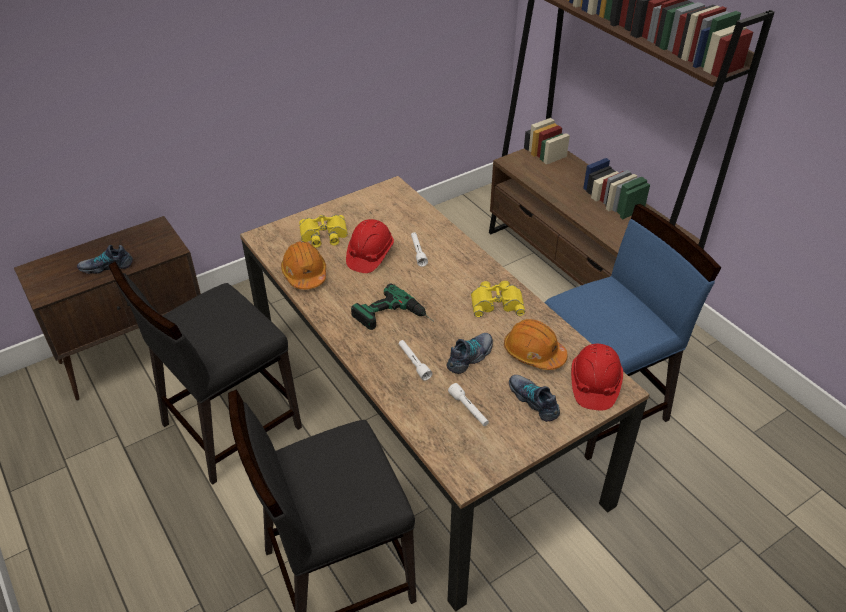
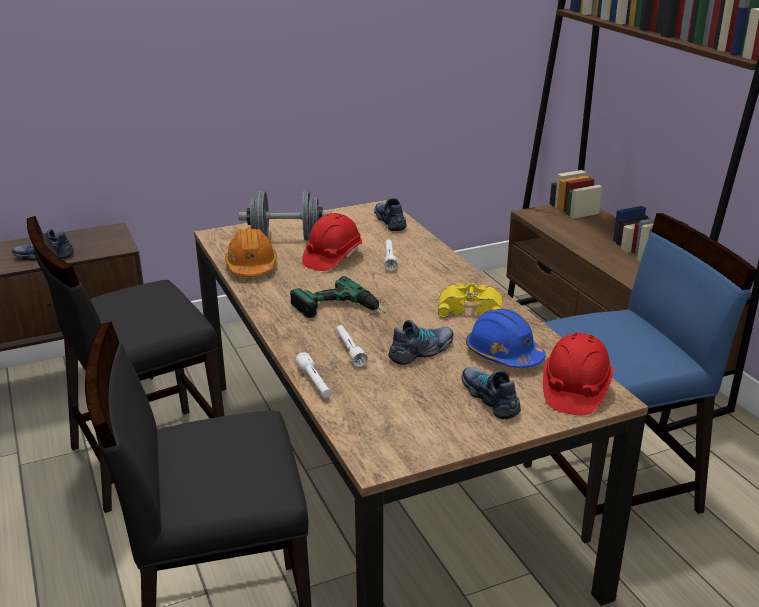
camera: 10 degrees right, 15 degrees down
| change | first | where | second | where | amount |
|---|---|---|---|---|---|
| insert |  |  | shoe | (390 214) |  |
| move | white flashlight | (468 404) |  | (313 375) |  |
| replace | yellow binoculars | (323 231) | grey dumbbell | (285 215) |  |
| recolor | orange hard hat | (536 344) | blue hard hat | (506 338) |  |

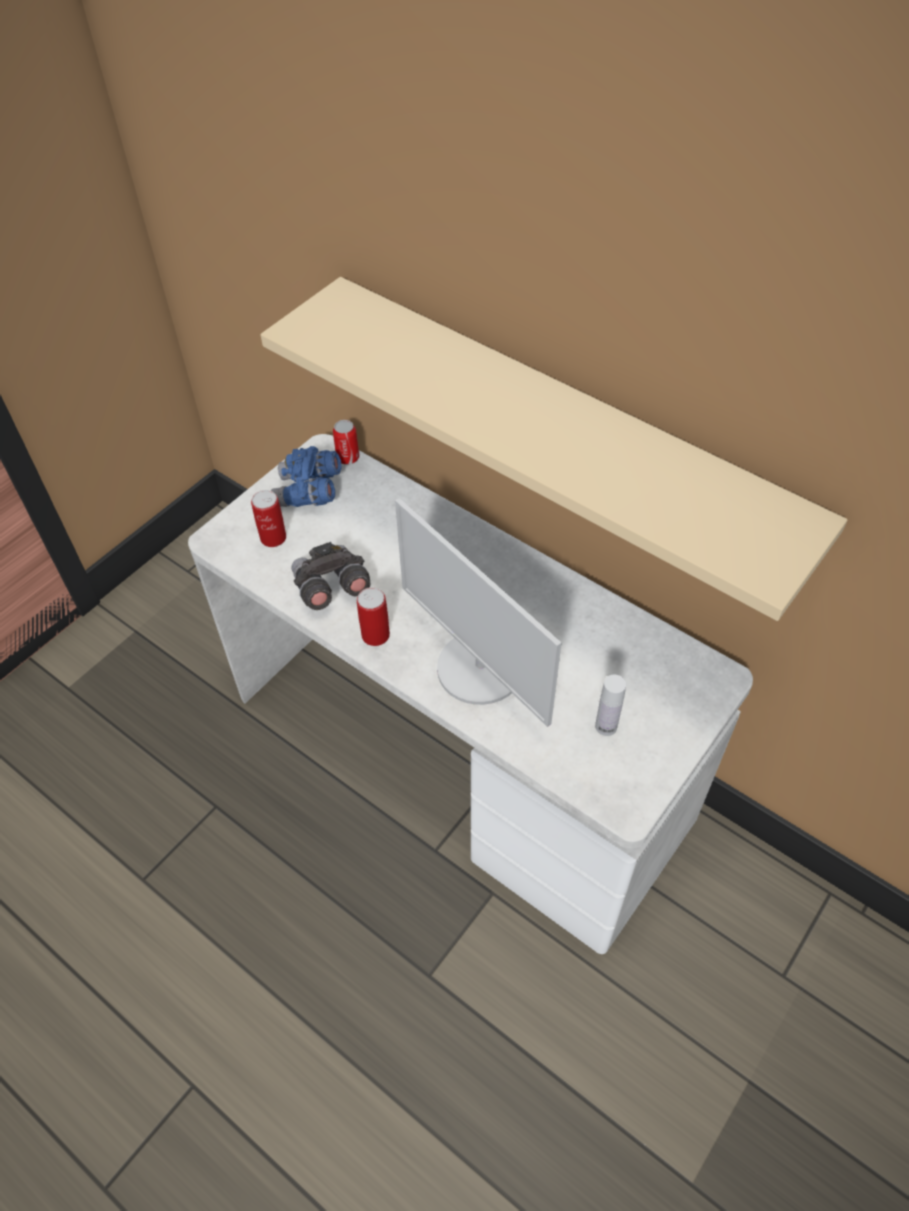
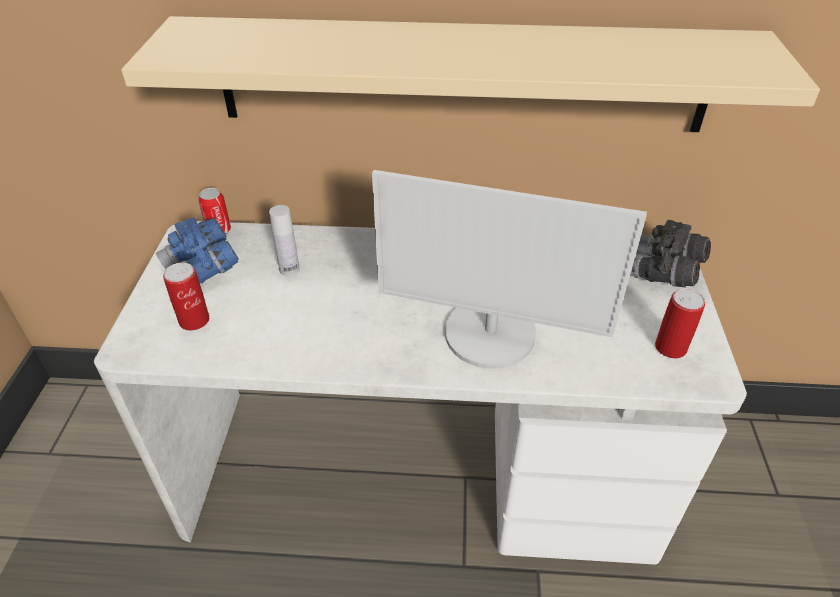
camera: 35 degrees left, 10 degrees down
| change | first | where | second | where | amount |
|---|---|---|---|---|---|
| move | grey binoculars | (331 576) |  | (670 253) |  |
| move | can | (373 616) |  | (680 323) |  |
| move | white bottle | (610 705) |  | (284 240) |  |

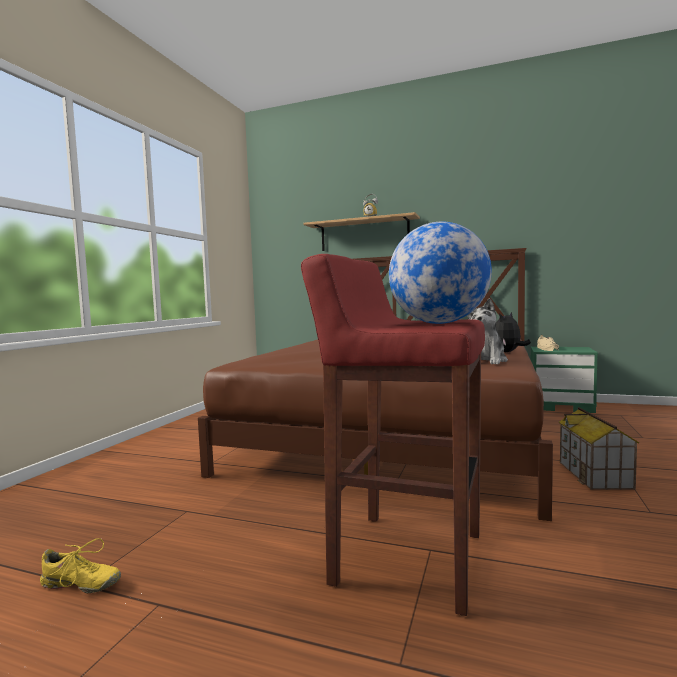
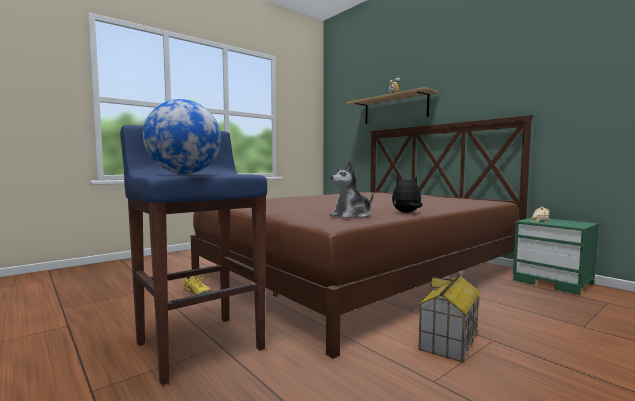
camera: 30 degrees right, 0 degrees up
| change | first | where | second | where | amount |
|---|---|---|---|---|---|
| move | yellow shoe | (80 565) |  | (195 284) |  |
| recolor | red stool | (393 435) | blue stool | (193 255) |  |

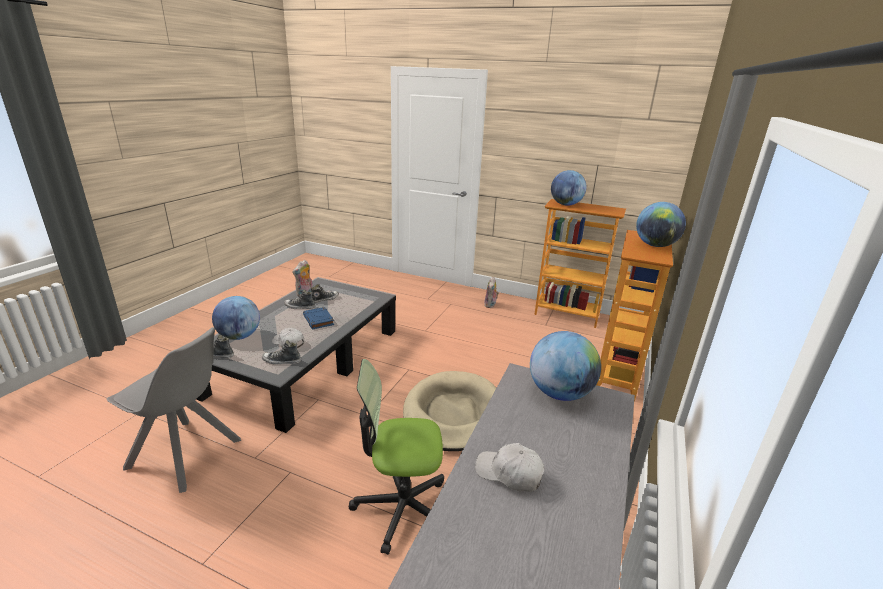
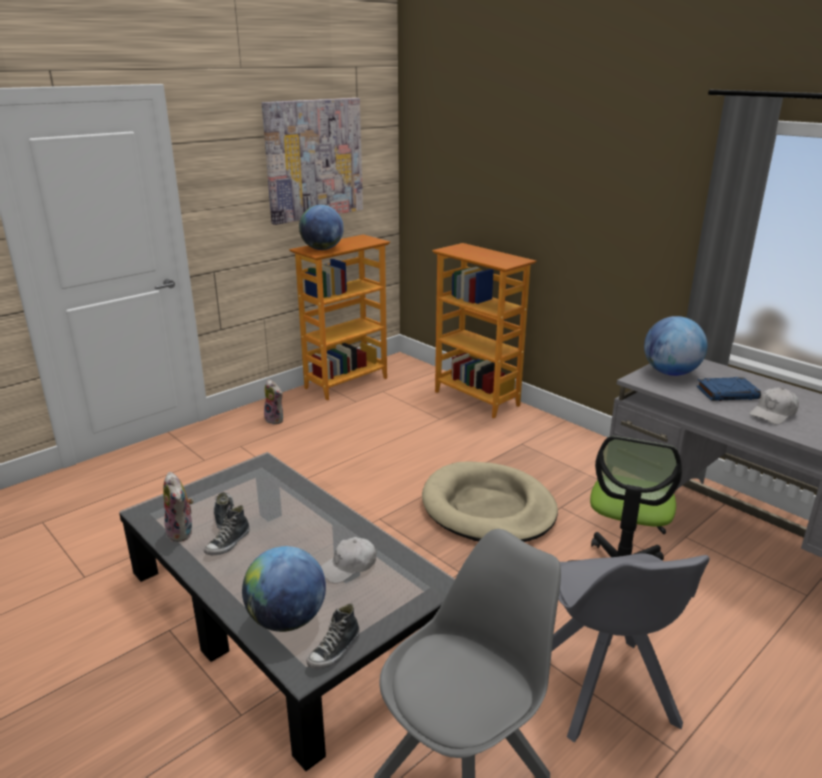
camera: 65 degrees left, 0 degrees up
| change | first | where | second | where | amount |
|---|---|---|---|---|---|
| delete | shoe | (281 352) |  |  |  |
| delete | globe | (661 224) |  |  |  |
| insert |  |  | picture | (312 161) |  |
| insert |  |  | grey chair | (630 648) |  |
| move | blue book | (318 318) |  | (728 389) |  |

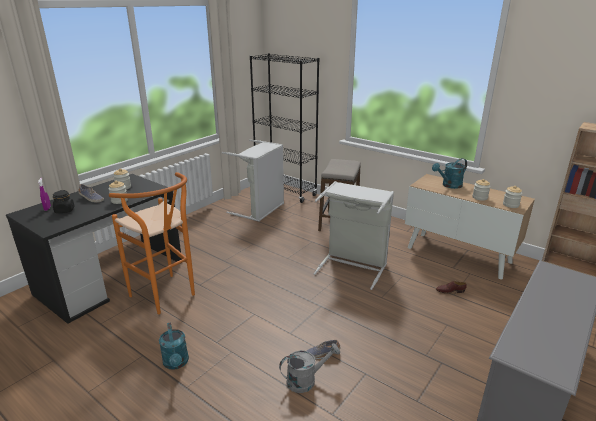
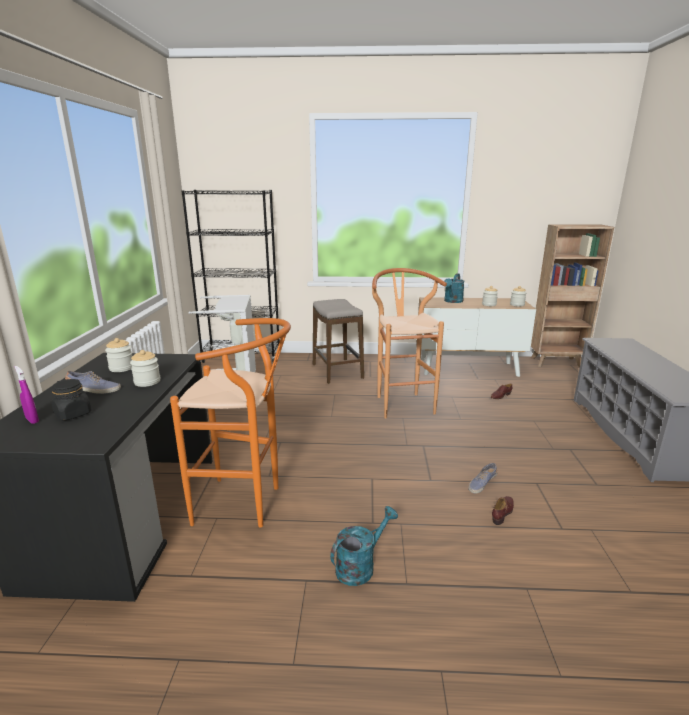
camera: 35 degrees left, 5 degrees down
| change | first | where | second | where | amount |
|---|---|---|---|---|---|
| replace | grey watering can | (309 368) | brown shoe | (503 510) |  |
| replace | grey laundry basket | (354 235) | brown stool | (409 343) |  |
| rotate | turquoise watering can | (174 346) |  | (364 546) | 75 degrees counterclockwise |

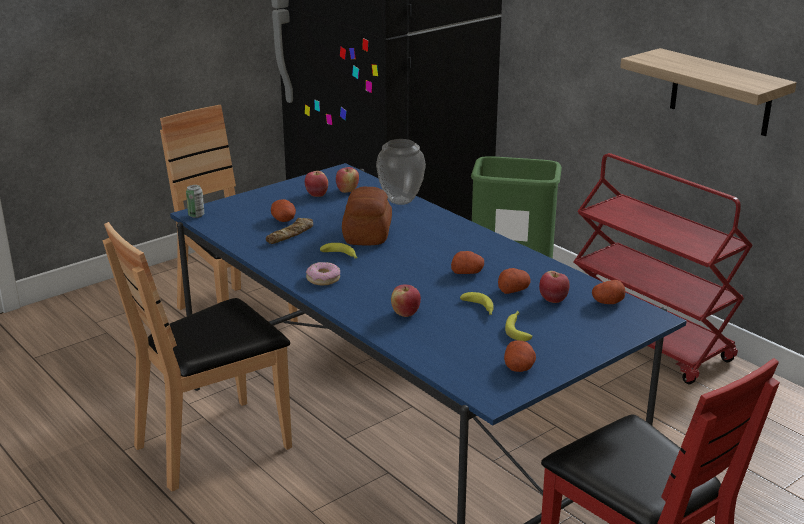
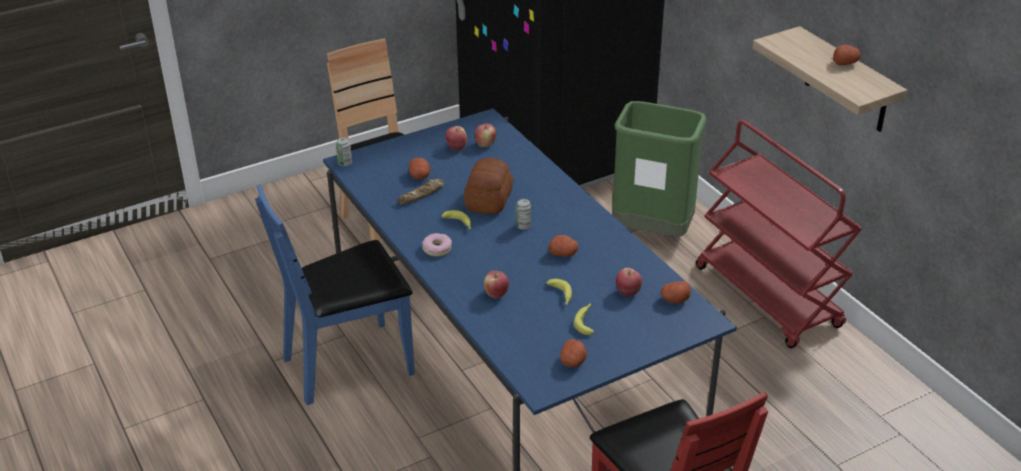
camera: 10 degrees right, 10 degrees up
| change | first | where | second | where | amount |
|---|---|---|---|---|---|
| delete | vase | (401 172) |  |  |  |
| insert |  |  | can | (523 214) |  |
| move | potato | (514 281) |  | (847 55) |  |
| recolor | brown chair | (197 356) | blue chair | (335 294) |  |

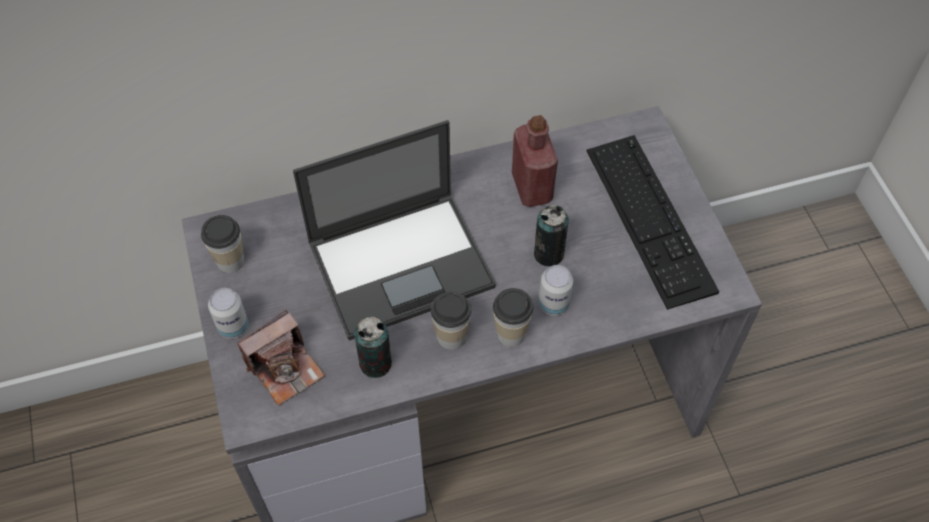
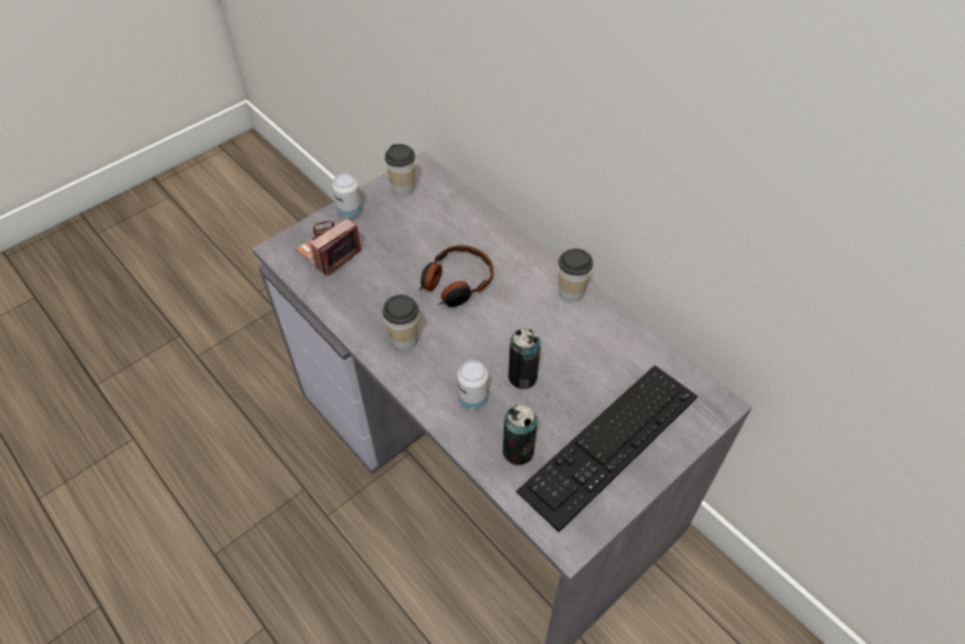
camera: 65 degrees right, 5 degrees down
| change | first | where | second | where | amount |
|---|---|---|---|---|---|
| delete | red bottle | (535 161) |  |  |  |
| move | can | (373 347) |  | (519 434) |  |
| move | cup | (513 317) |  | (575 275) |  |
| replace | laptop | (394 230) | headphones | (456 276) |  |
| rotate | photo camera | (281 358) |  | (328 247) | 105 degrees clockwise |

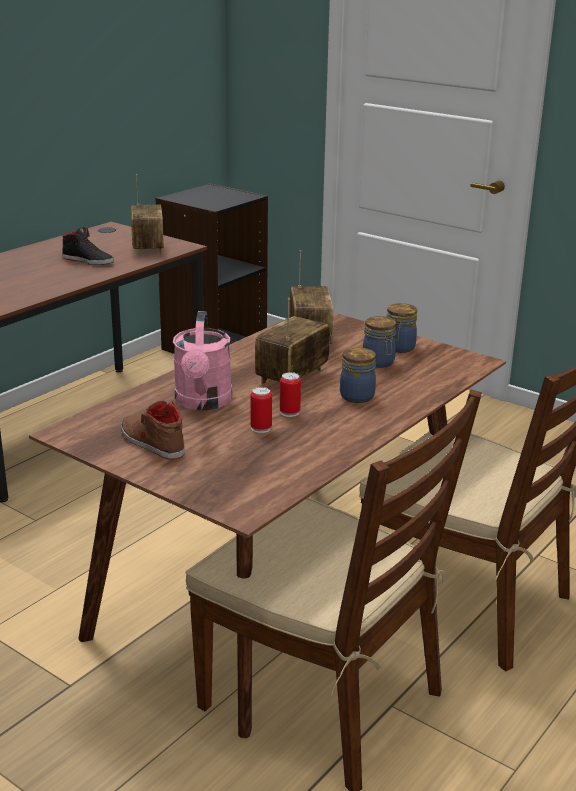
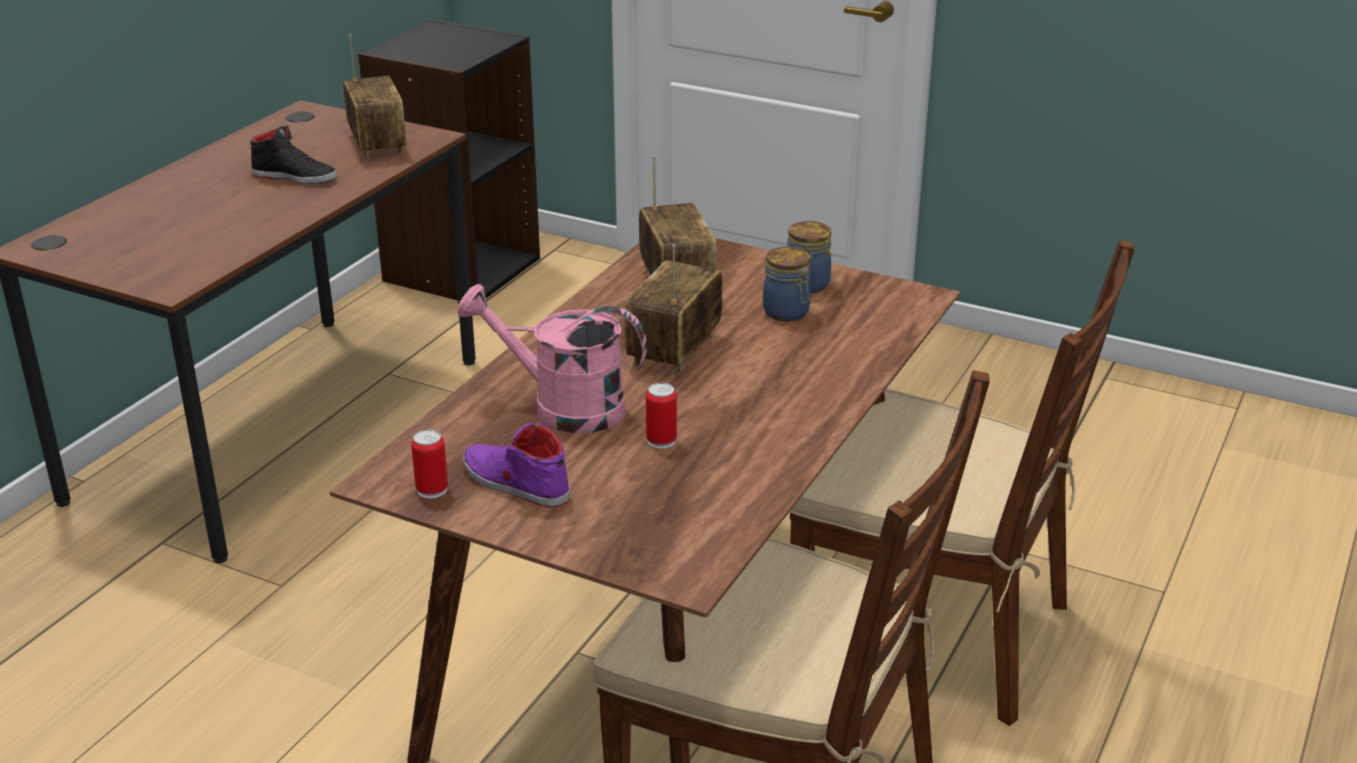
camera: 10 degrees left, 5 degrees up
| change | first | where | second | where | amount |
|---|---|---|---|---|---|
| delete | jar | (358 375) |  |  |  |
| move | can | (290 394) |  | (429 464) |  |
| recolor | brown shoe | (153 429) | purple shoe | (516 465) |  |
| rotate | pink watering can | (202 360) |  | (552 358) | 120 degrees clockwise |

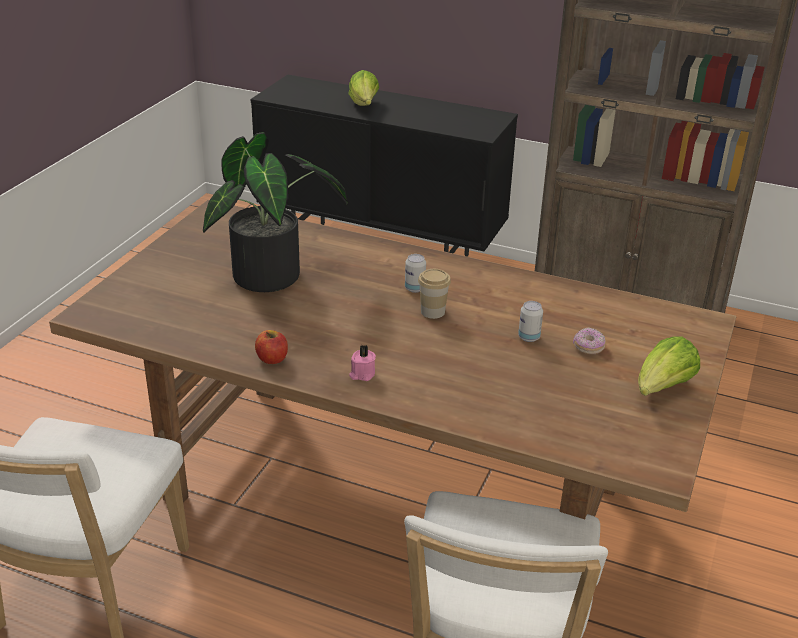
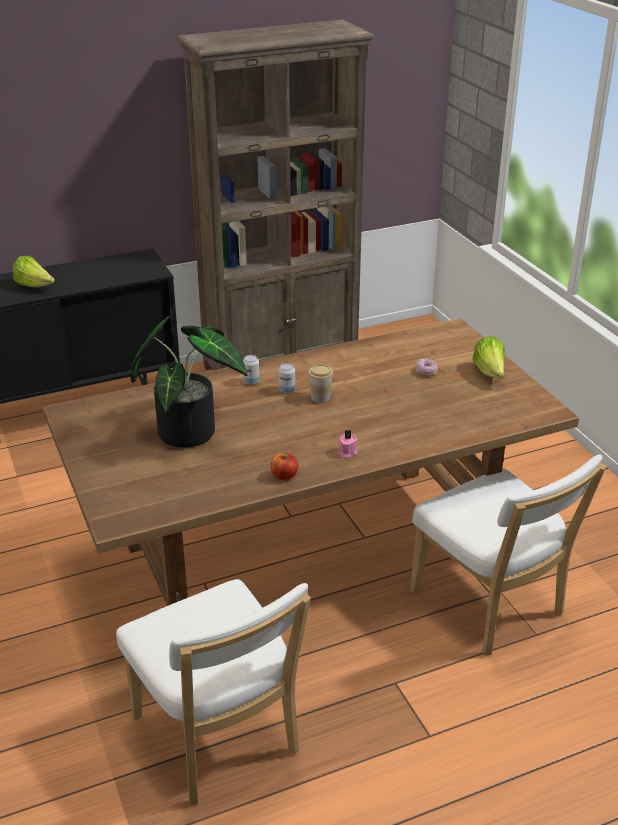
camera: 45 degrees left, 0 degrees up
| change | first | where | second | where | amount |
|---|---|---|---|---|---|
| move | can | (530 321) |  | (251 370) |  |

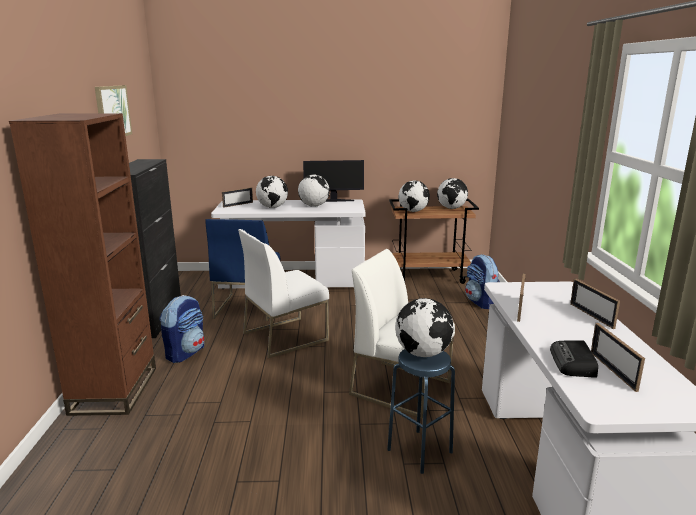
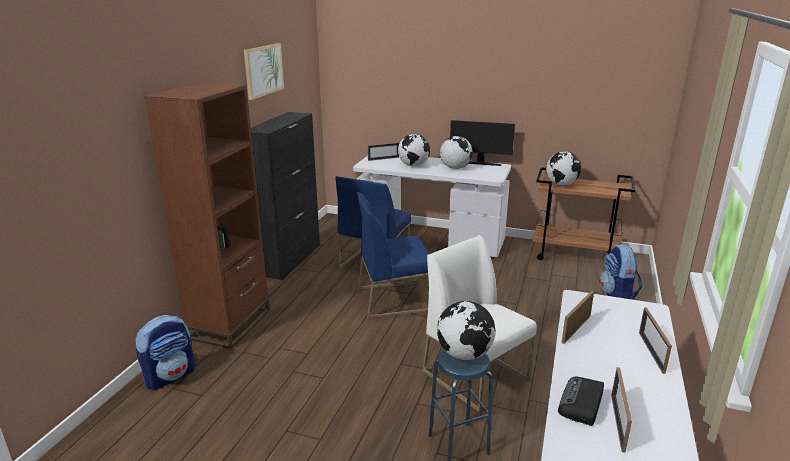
camera: 20 degrees right, 5 degrees up
| change | first | where | second | where | amount |
|---|---|---|---|---|---|
| delete | globe | (452 193) |  |  |  |
| move | backpack | (181 329) |  | (165 352) |  |
| recolor | white chair | (283 293) | blue chair | (393 255) |  |

